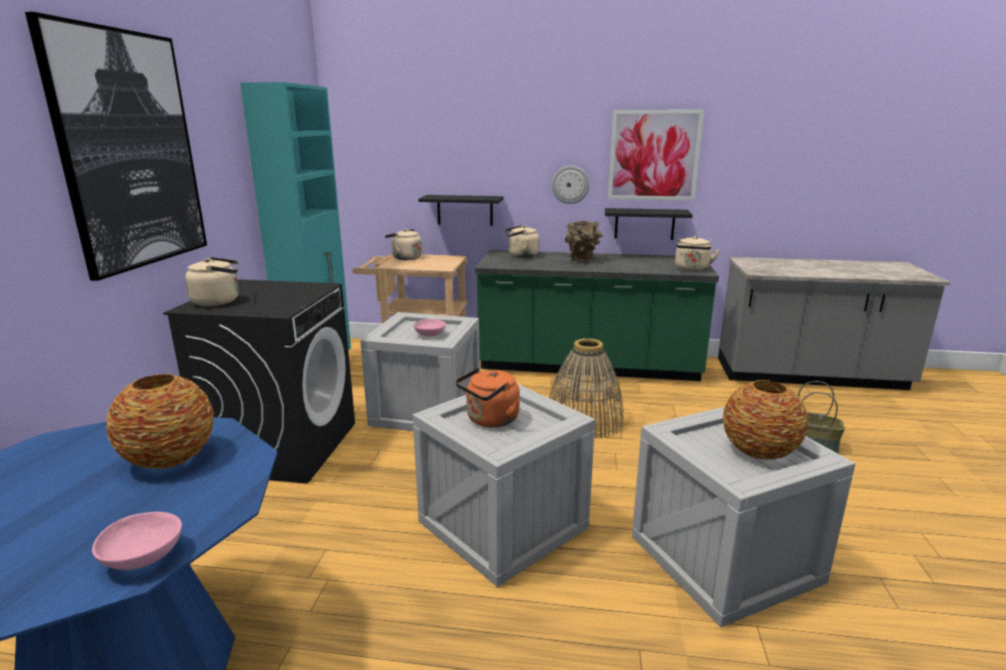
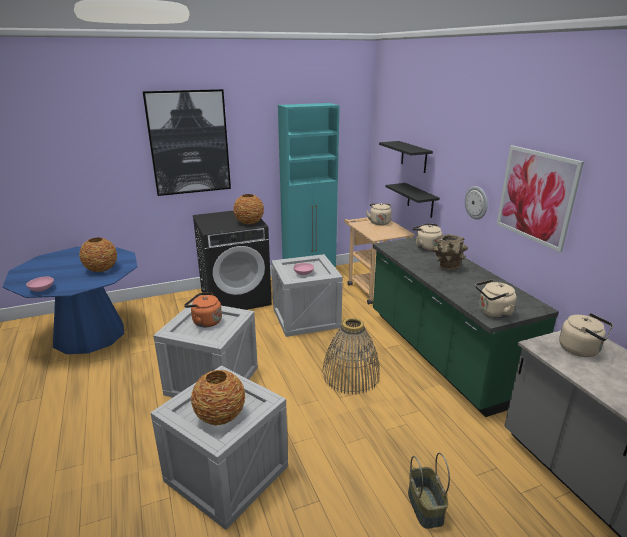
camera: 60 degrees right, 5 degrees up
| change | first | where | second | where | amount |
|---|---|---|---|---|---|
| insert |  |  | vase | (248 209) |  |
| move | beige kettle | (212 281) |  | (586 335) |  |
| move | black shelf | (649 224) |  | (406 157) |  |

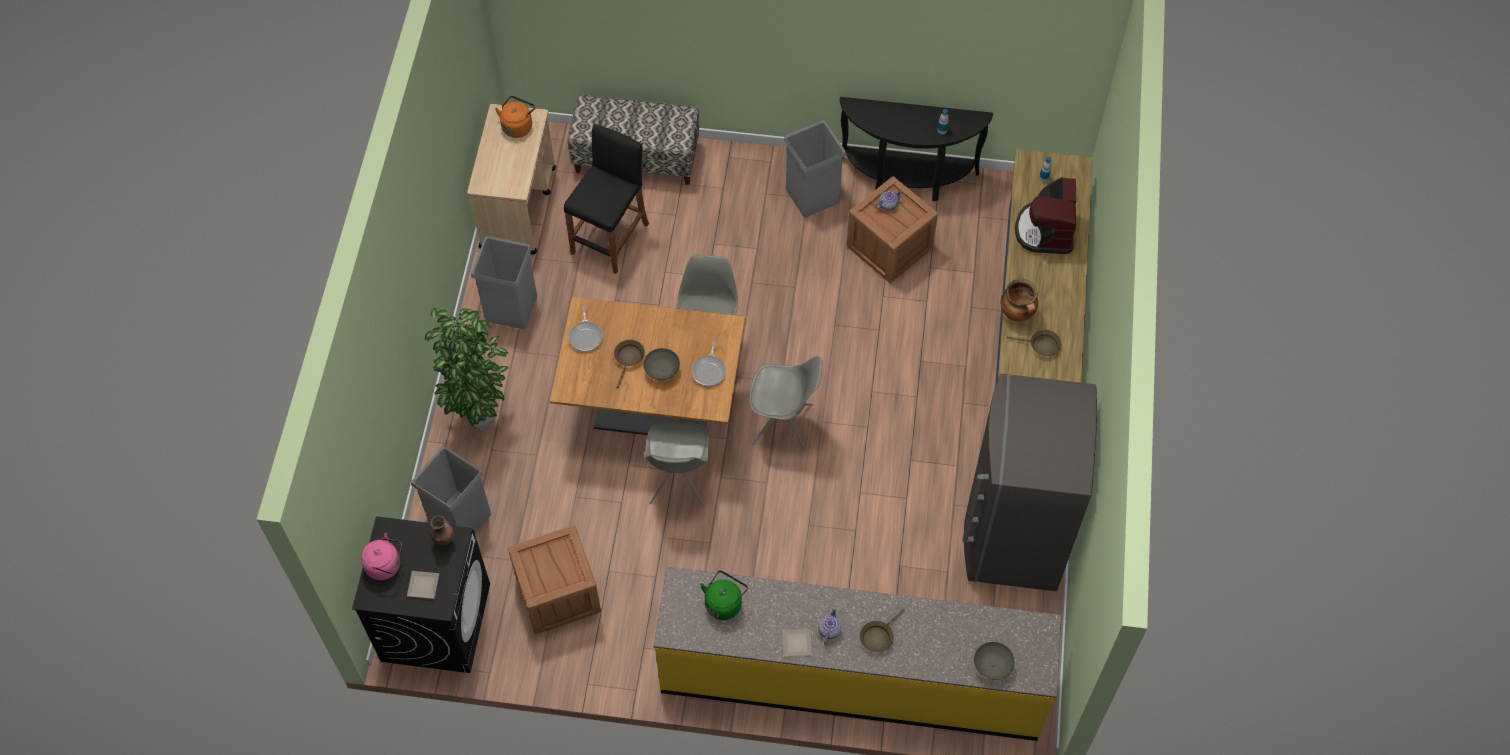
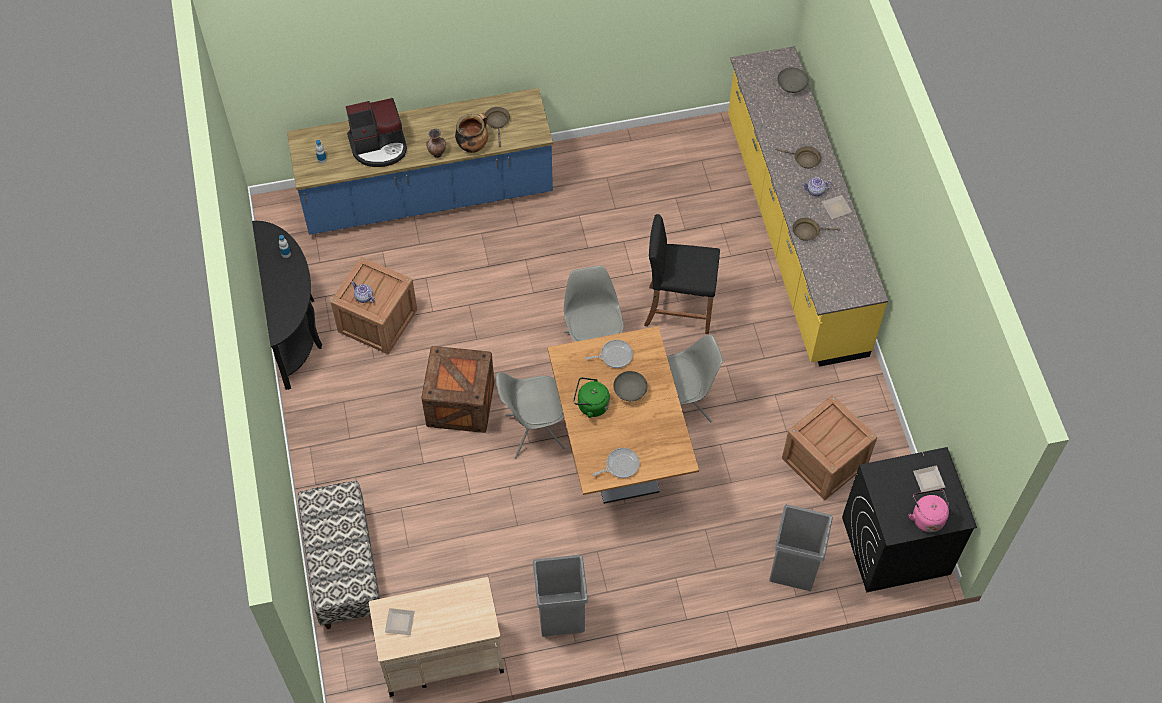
camera: 110 degrees left, 0 degrees up
| change | first | where | second | where | amount |
|---|---|---|---|---|---|
| delete | potted plant | (467 369) |  |  |  |
| delete | grey trash can | (814 169) |  |  |  |
| delete | grey fridge | (1029 482) |  |  |  |
| insert |  |  | crate | (457 389) |  |
| move | brown vase | (442 531) |  | (436 143) |  |
| move | black stool | (606 199) |  | (682 274) |  |
| move | brown frying pan | (629 364) |  | (816 229) |  |
| move | green kettle | (724 595) |  | (591 397) |  |
| replace | orange kettle | (515 117) | plate | (400 621) |  |

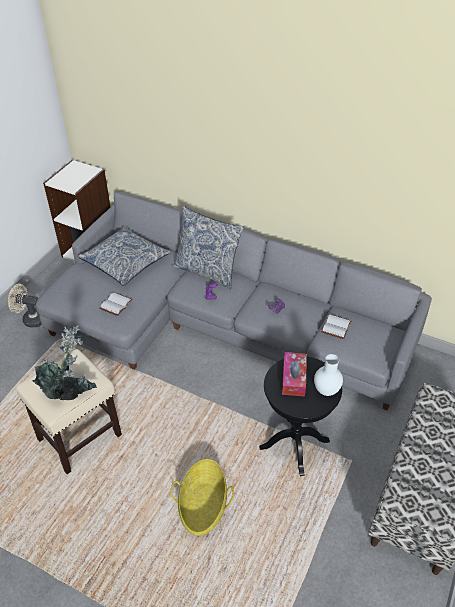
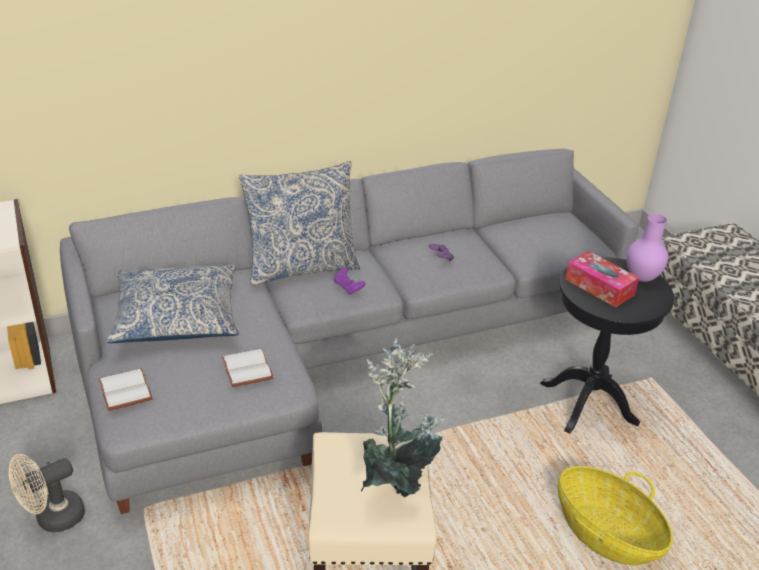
camera: 50 degrees left, 10 degrees down
| change | first | where | second | where | amount |
|---|---|---|---|---|---|
| move | white book | (336 326) |  | (126 389) |  |
| recolor | white vase | (328 375) | purple vase | (647 248) |  |

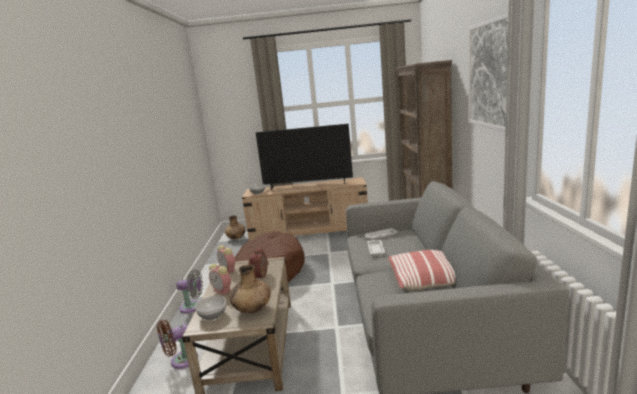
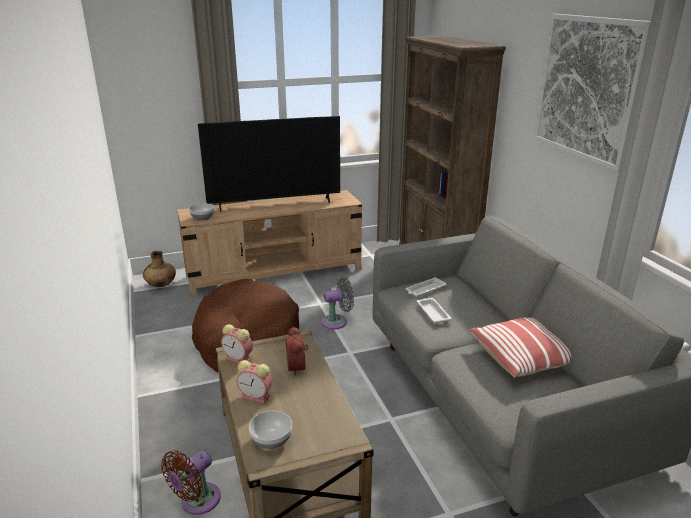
camera: 20 degrees left, 10 degrees up
| change | first | where | second | where | amount |
|---|---|---|---|---|---|
| delete | brown vase | (250 289) |  |  |  |
| move | grey fan | (189 291) |  | (338 303) |  |

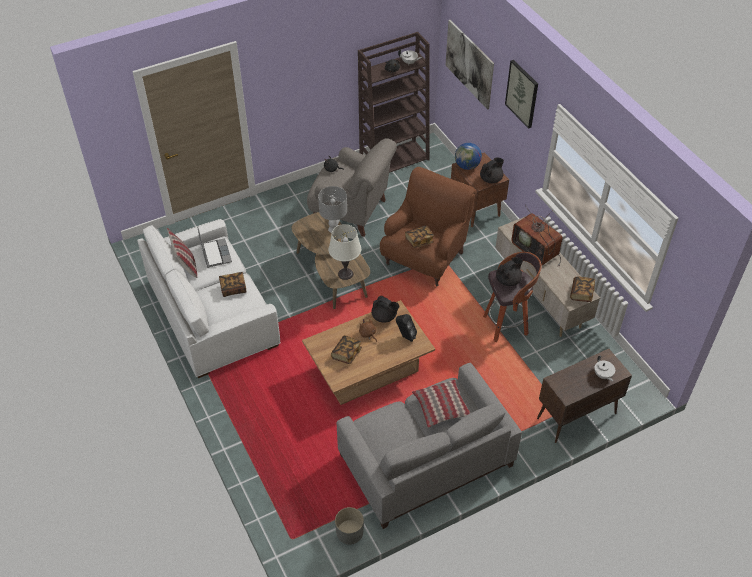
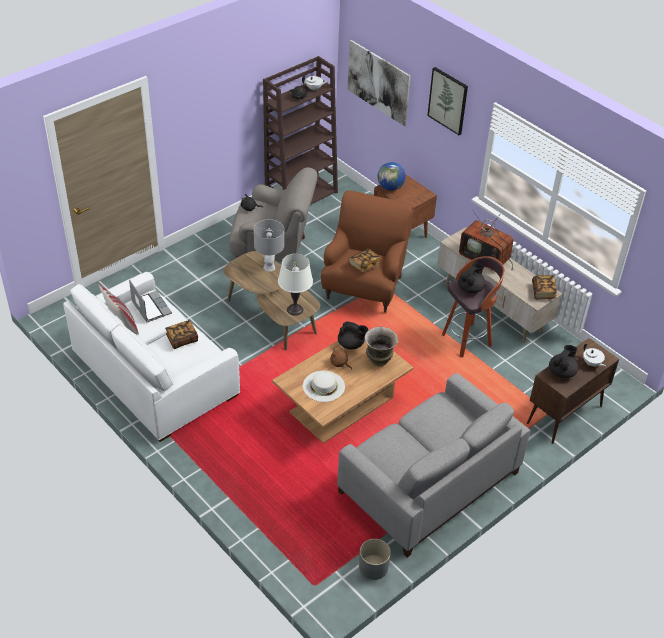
camera: 15 degrees left, 5 degrees down
| change | first | where | second | where | amount |
|---|---|---|---|---|---|
| delete | pillow | (441 404) |  |  |  |
| move | black teapot | (492 170) |  | (564 361) |  |
| replace | book | (346 349) | white hat | (324 386) |  |
| replace | black speaker | (406 328) | vase | (381 347) |  |

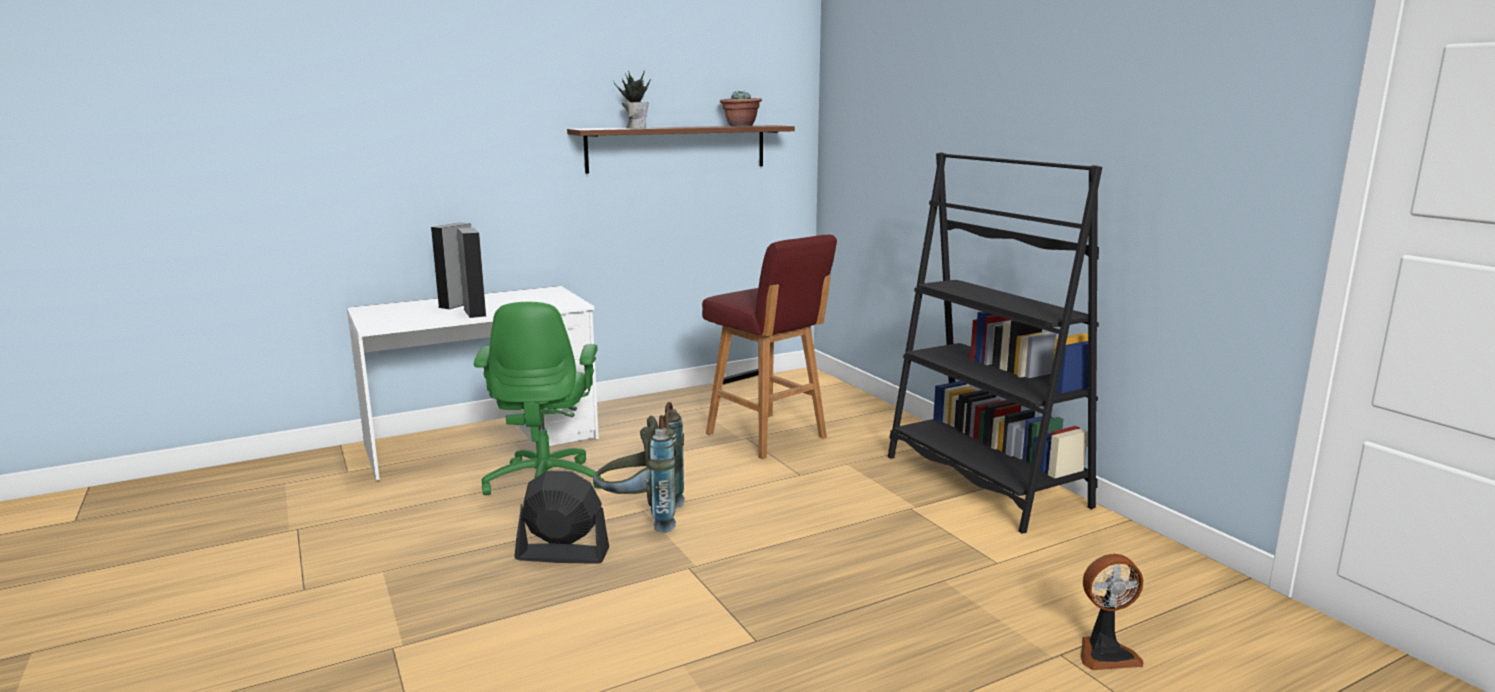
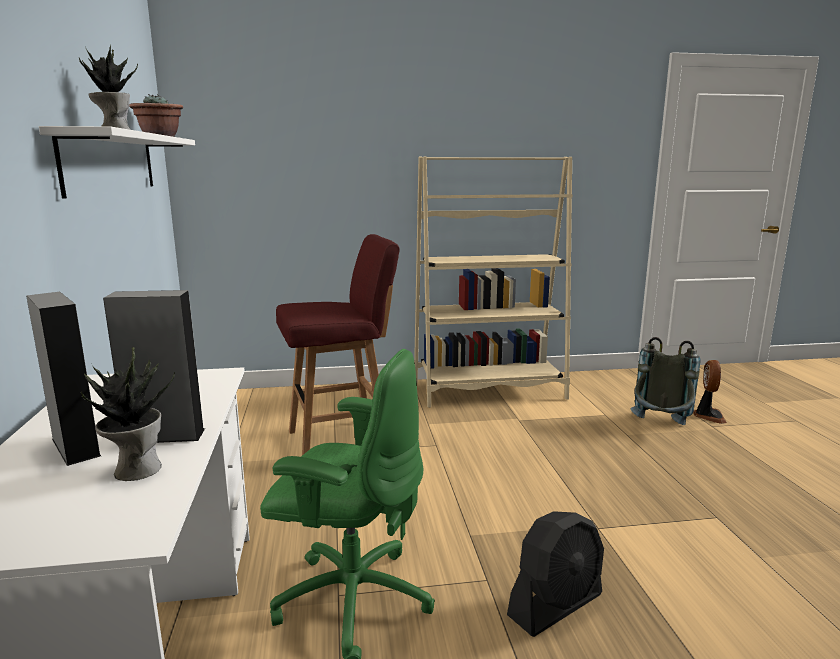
camera: 70 degrees left, 0 degrees up
| change | first | where | second | where | amount |
|---|---|---|---|---|---|
| insert |  |  | potted plant | (128 414) |  |
| move | grey backpack | (639 467) |  | (666 381) |  |
| recolor | brown shelf | (681 149) | white shelf | (117 162) |  |
| recolor | black bookcase | (995 342) | beige bookcase | (493 282) |  |
| rotate | black fan | (561 517) |  | (555 574) | 150 degrees counterclockwise |

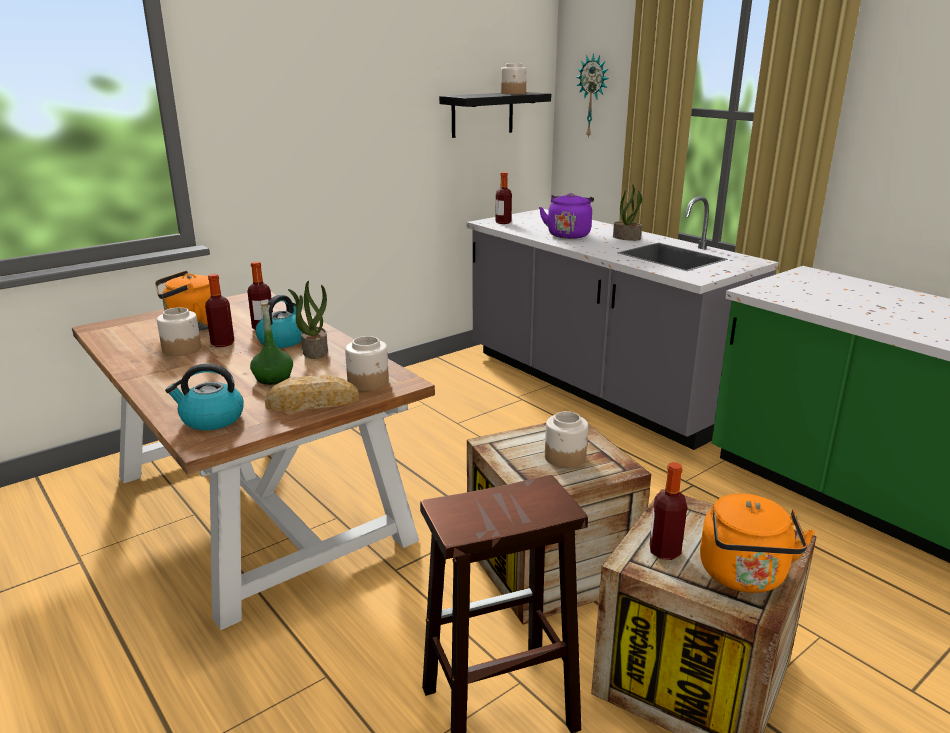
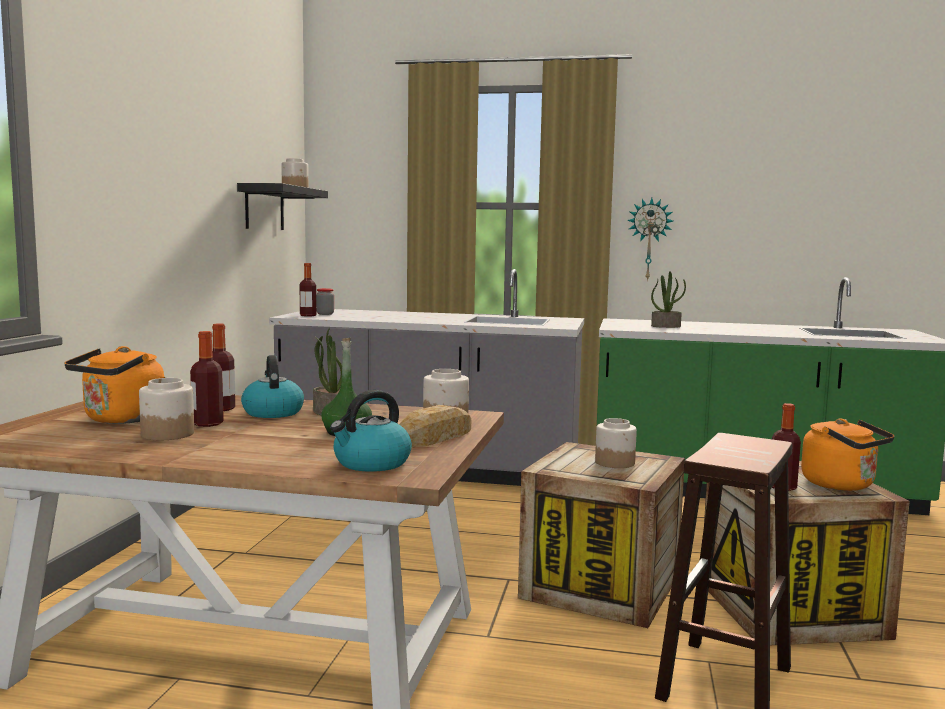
camera: 40 degrees left, 15 degrees down
| change | first | where | second | where | amount |
|---|---|---|---|---|---|
| delete | purple kettle | (566 216) |  |  |  |
| insert |  |  | jar | (325 301) |  |
| move | wall clock | (592 96) |  | (650 239) |  |
| move | potted plant | (627 212) |  | (668 299) |  |

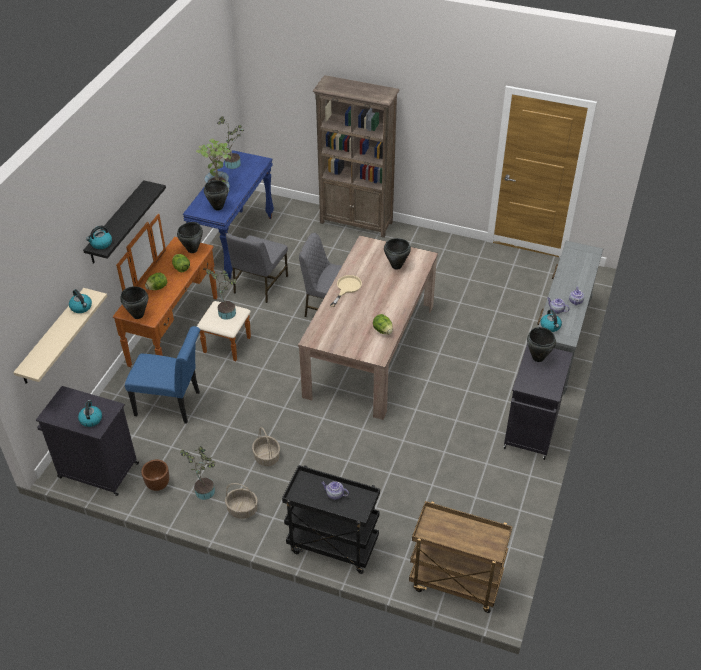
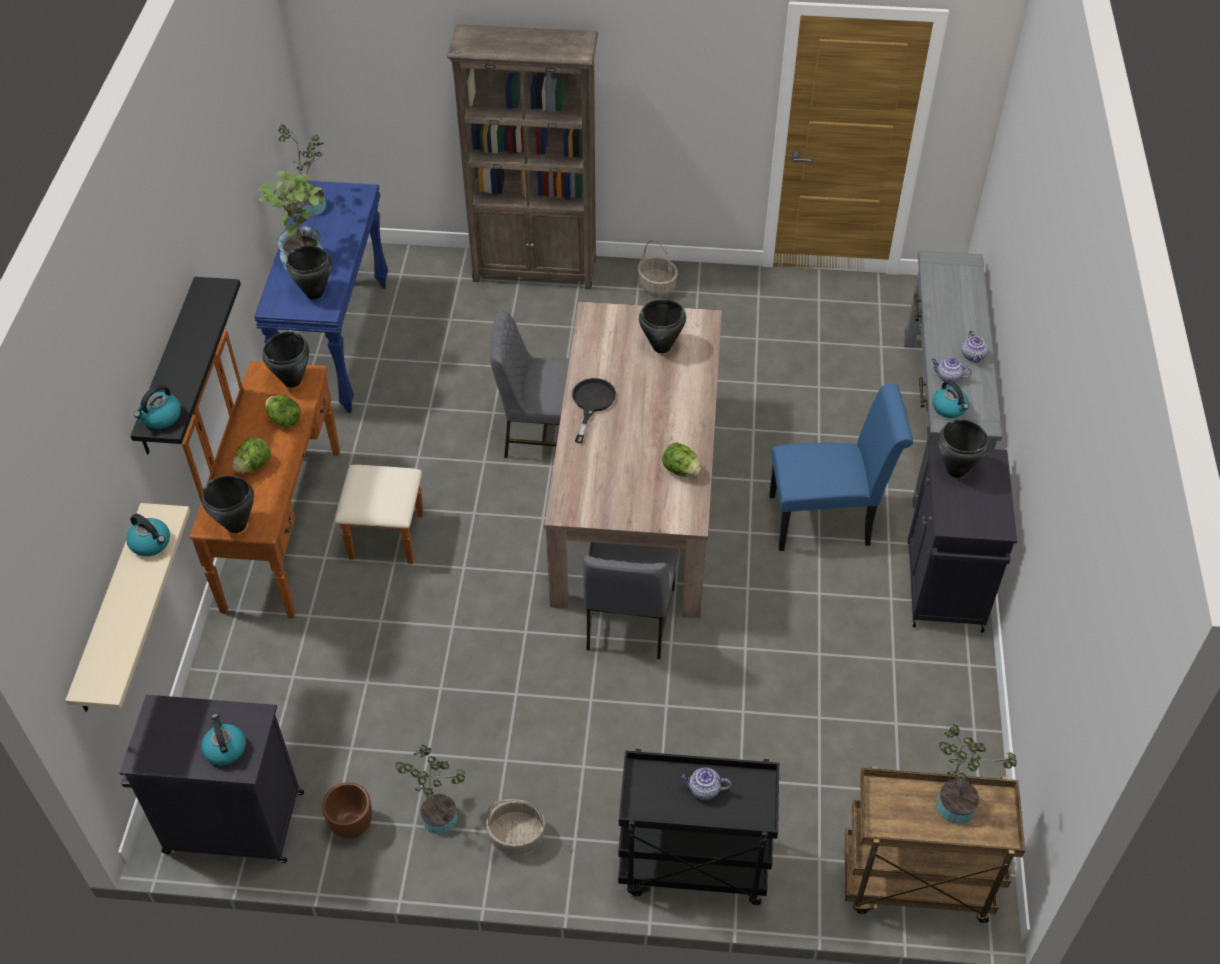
camera: 15 degrees left, 5 degrees up
| change | first | where | second | where | amount |
|---|---|---|---|---|---|
| move | blue chair | (162 374) |  | (841 467) |  |
| move | potted plant | (221 294) |  | (977 774) |  |
| move | grey chair | (257 268) |  | (631 600) |  |
| move | basket | (266 446) |  | (658 268) |  |
| recolor | beige frying pan | (346 291) | black frying pan | (594 410) |  |

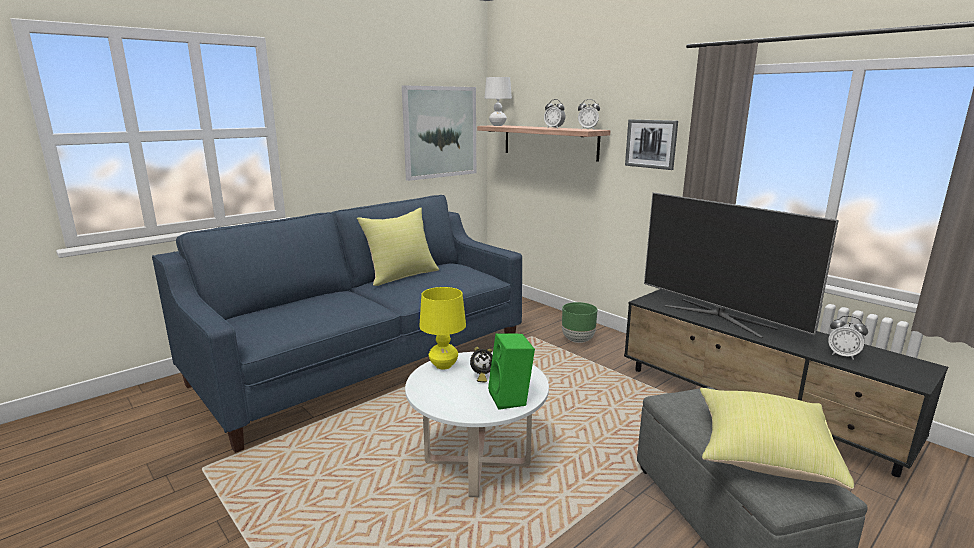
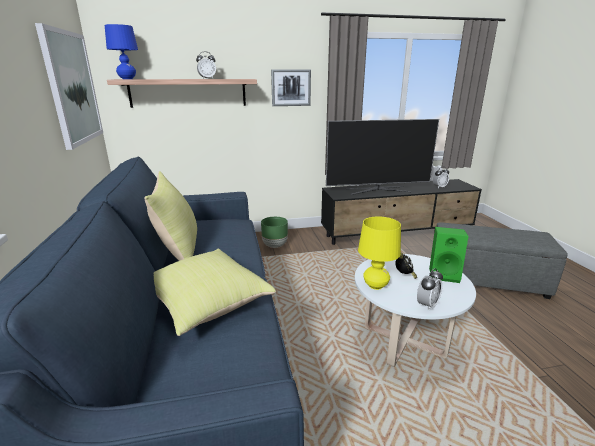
camera: 60 degrees left, 5 degrees up
| change | first | where | second | where | amount |
|---|---|---|---|---|---|
| move | alarm clock | (589 114) |  | (430 289) |  |
| move | yellow pillow | (777 439) |  | (215 292) |  |
| recolor | white table lamp | (498 101) | blue table lamp | (121 51) |  |

